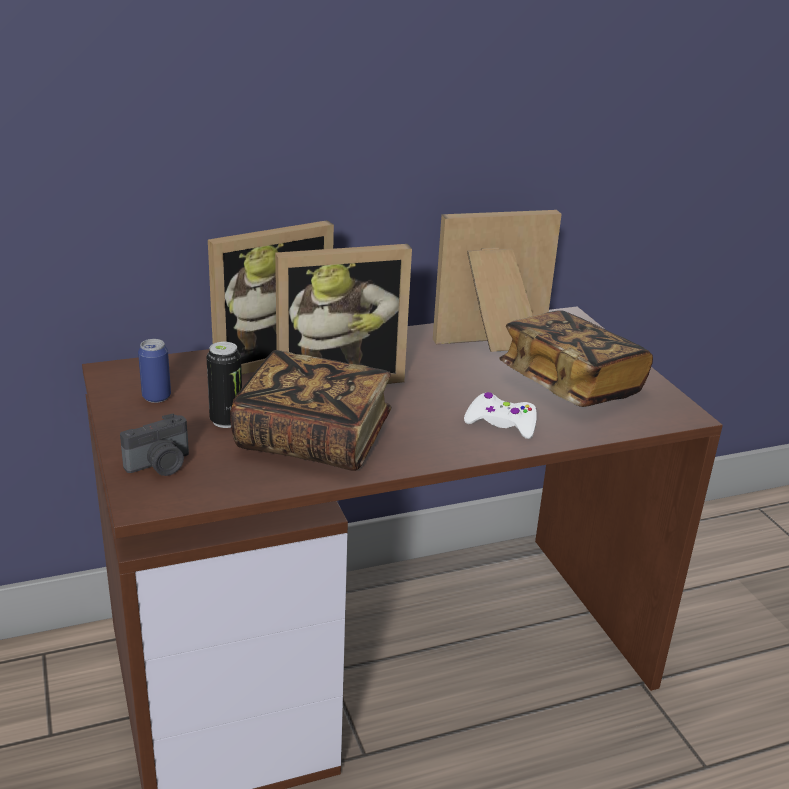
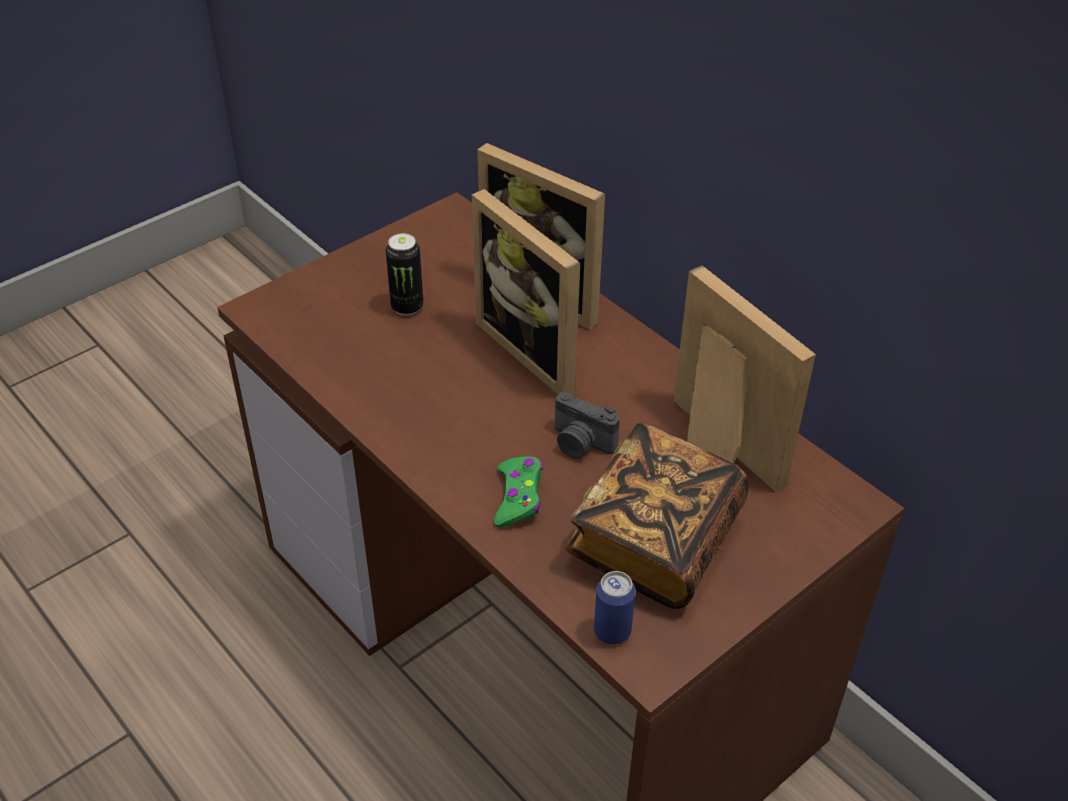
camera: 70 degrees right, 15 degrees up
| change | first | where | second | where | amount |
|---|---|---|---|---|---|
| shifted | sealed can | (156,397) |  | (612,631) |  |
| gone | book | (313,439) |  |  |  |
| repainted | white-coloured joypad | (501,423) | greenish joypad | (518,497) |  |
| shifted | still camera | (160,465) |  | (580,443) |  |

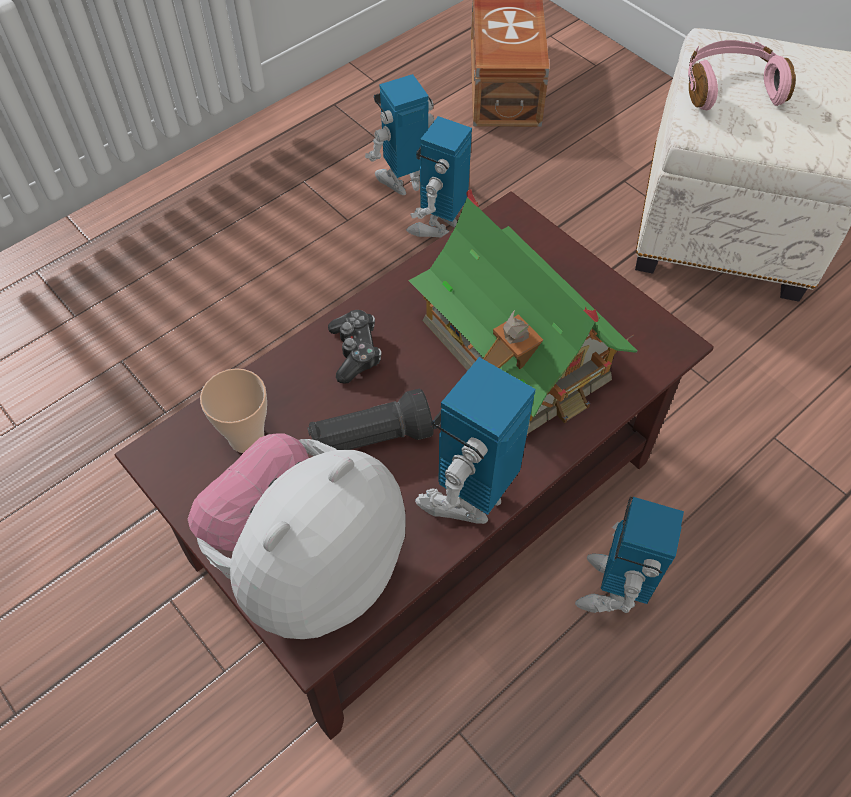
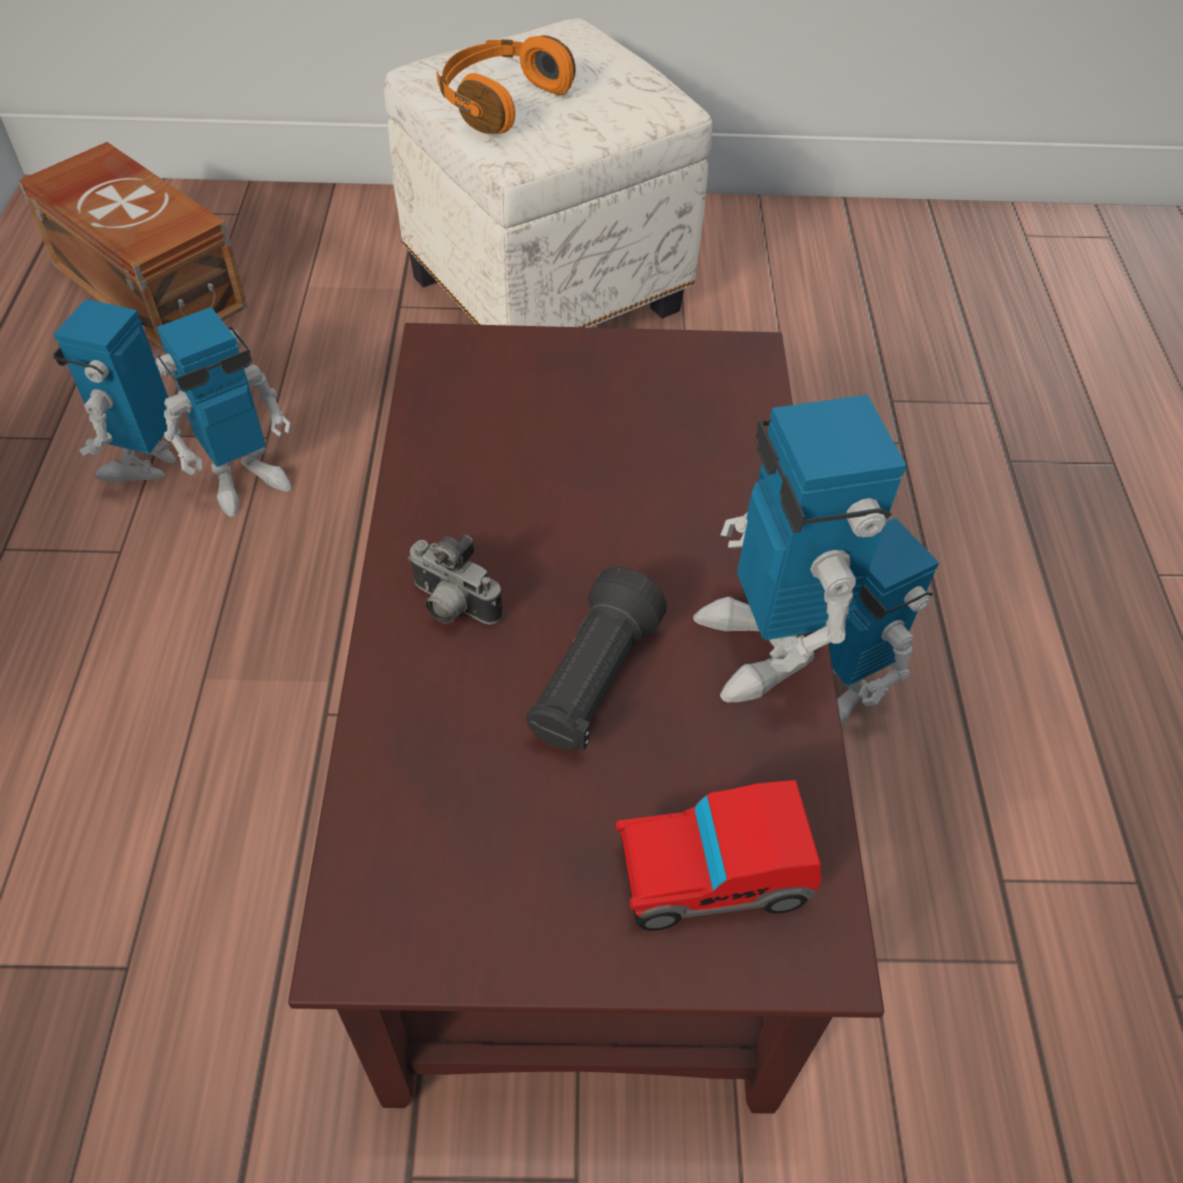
camera: 50 degrees left, 5 degrees down
| change | first | where | second | where | amount |
|---|---|---|---|---|---|
| repainted | pink-coloured headset | (730,88) | orange-coloured headset | (500,102) |  |
| rotated | robot figure | (438,225) |  | (245,480) | 105 degrees counterclockwise |
| gone | model house | (516,350) |  |  |  |
| swapped | joypad | (355,351) | still camera | (451,607) |  |
| gone | cup | (247,438) |  |  |  |
| swapped | cuddly toy | (309,566) | miniature car | (710,876) |  |

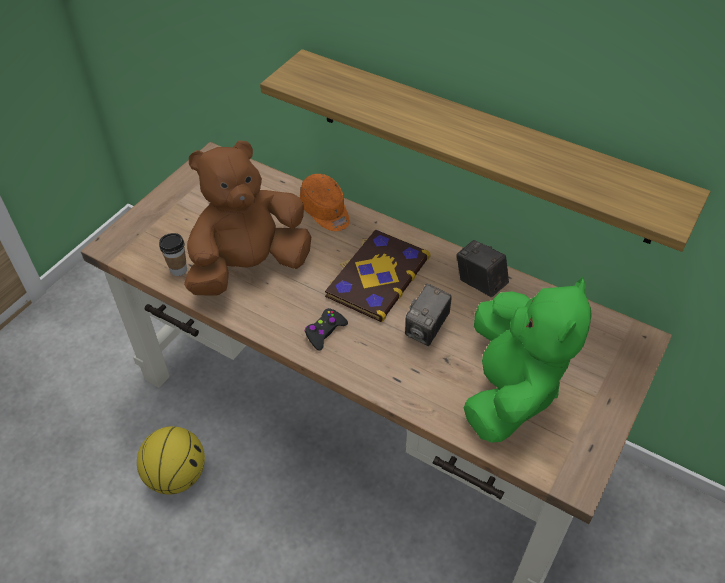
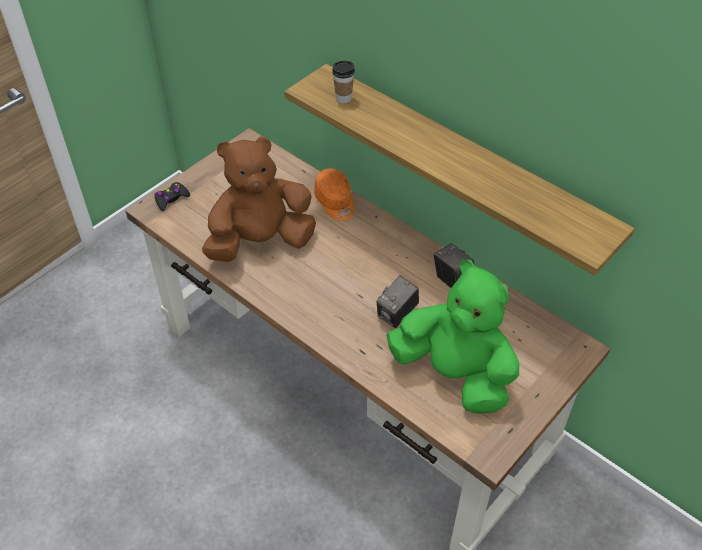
camera: 10 degrees right, 0 degrees up
| change | first | where | second | where | amount |
|---|---|---|---|---|---|
| gone | book | (377,276) |  |  |  |
| shifted | cup | (178,270) |  | (343,98) |  |
| rotated | greenish cuddly toy | (509,390) |  | (454,374) | 75 degrees counterclockwise |
| shifted | blackish joypad | (325,332) |  | (171,199) |  |
| gone | basketball ball | (177,475) |  |  |  |

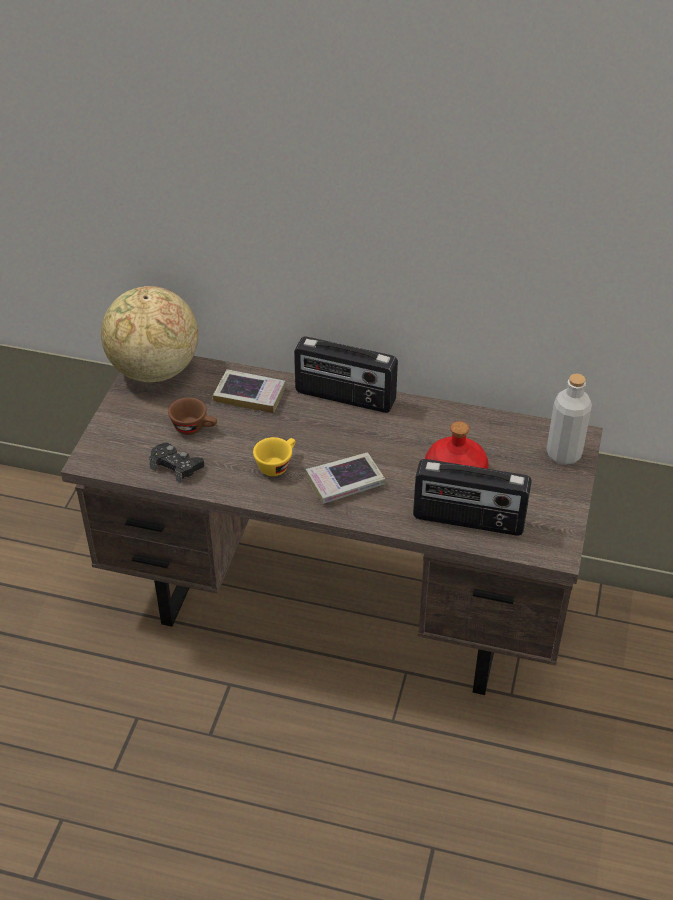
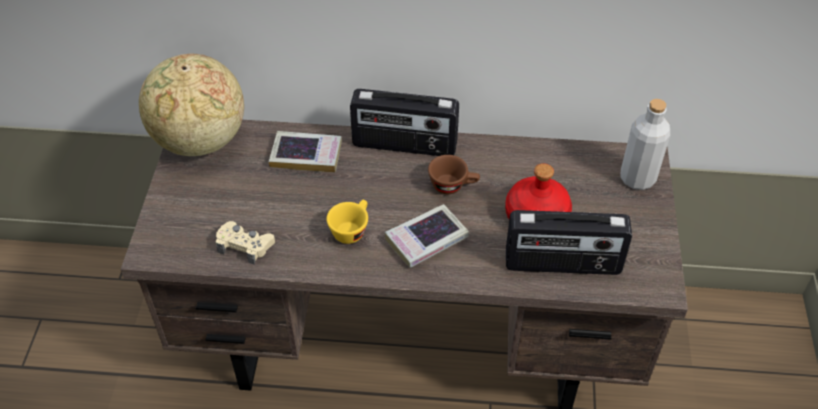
camera: 10 degrees left, 5 degrees up
| change | first | where | second | where | amount |
|---|---|---|---|---|---|
| shifted | brownish cup | (194,428) |  | (453,185) |  |
| repainted | blackish joypad | (176,466) | beige-coloured joypad | (245,245) |  |

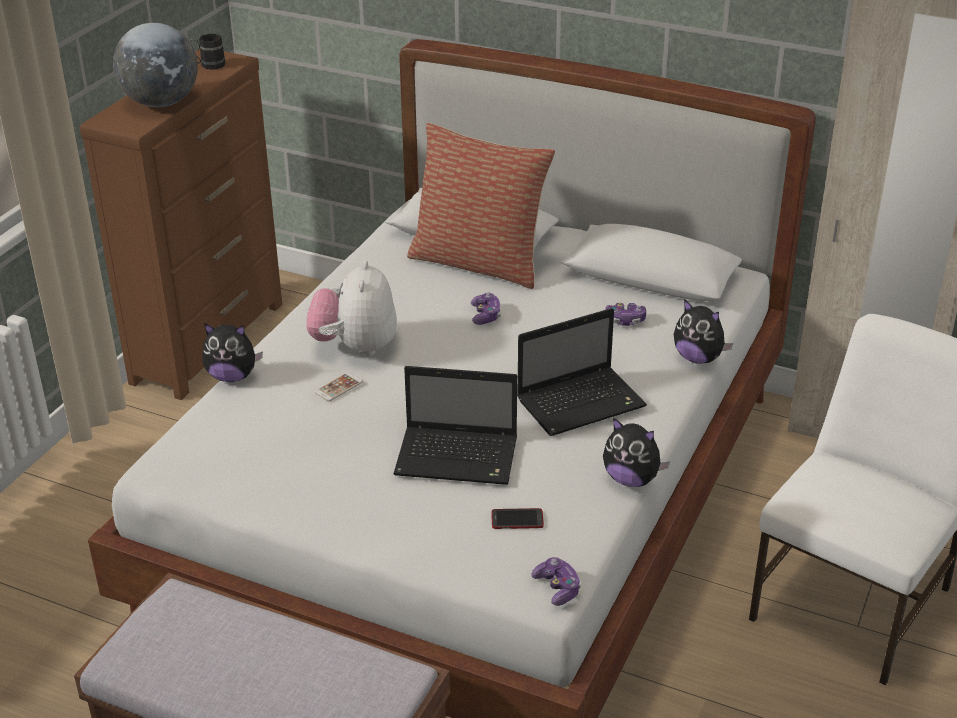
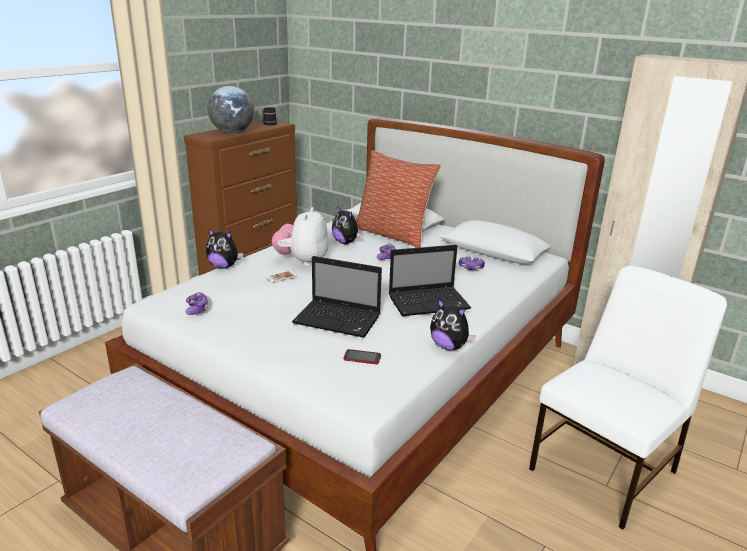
camera: 10 degrees right, 10 degrees down
| change | first | where | second | where | amount |
|---|---|---|---|---|---|
| shifted | cuddly toy | (698,358) |  | (346,242) |  |
| shifted | joypad | (557,588) |  | (197,309) |  |

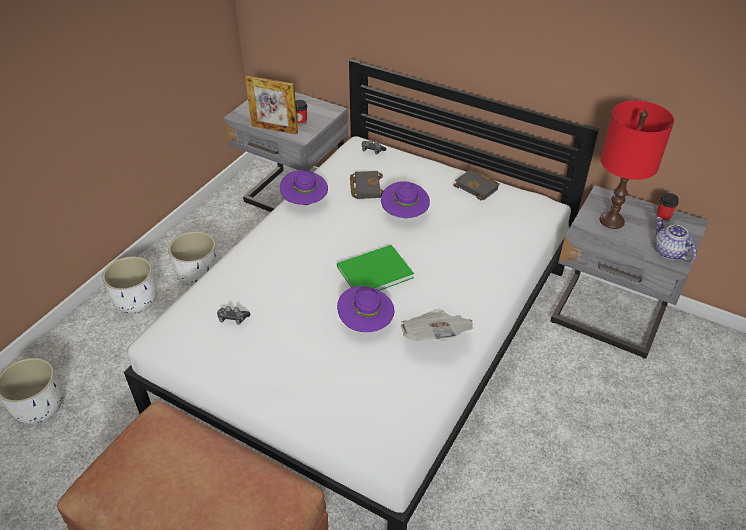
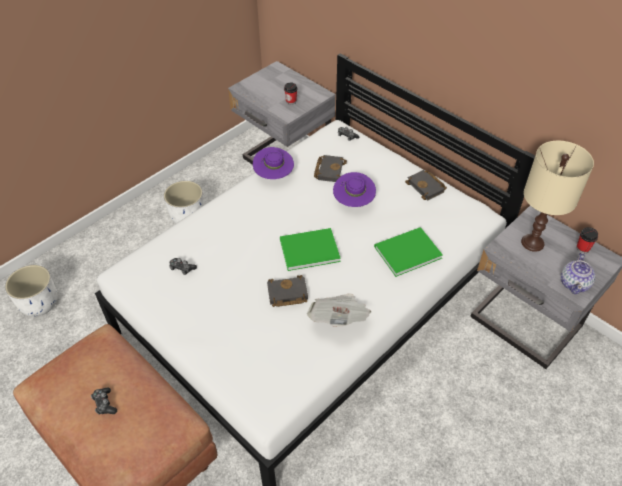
camera: 15 degrees right, 5 degrees up
| change | first | where | second | where | amount |
|---|---|---|---|---|---|
| gone | standing frame | (274,129) |  |  |  |
| repainted | reddish table lamp | (612,220) | beige-coloured table lamp | (533,243) |  |
| rotated | tea pot | (669,252) |  | (574,283) | 150 degrees counterclockwise |
| gone | white-coloured plant pot | (137,301) |  |  |  |
| swapped | purplish clothing hat | (366,323) | blackish book | (286,294) |  |
| new |  |  | greenish book | (405,252) |  |
| new |  |  | joypad | (104,404) |  |

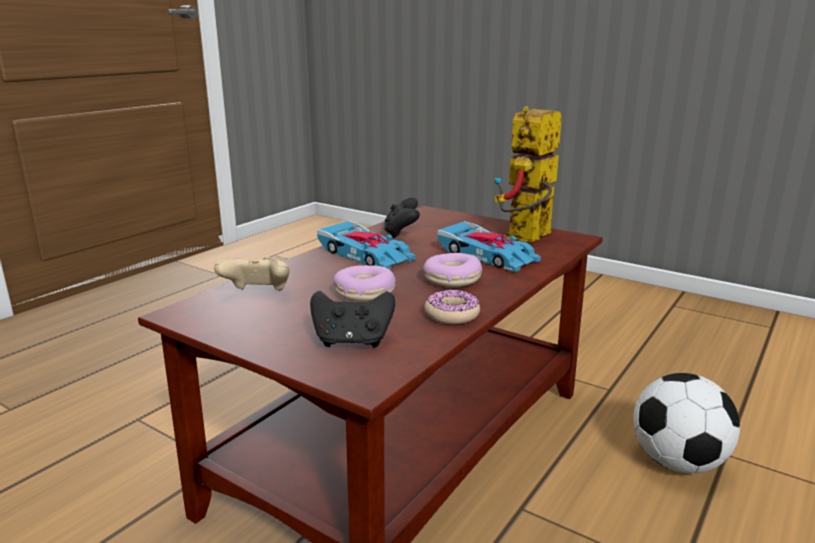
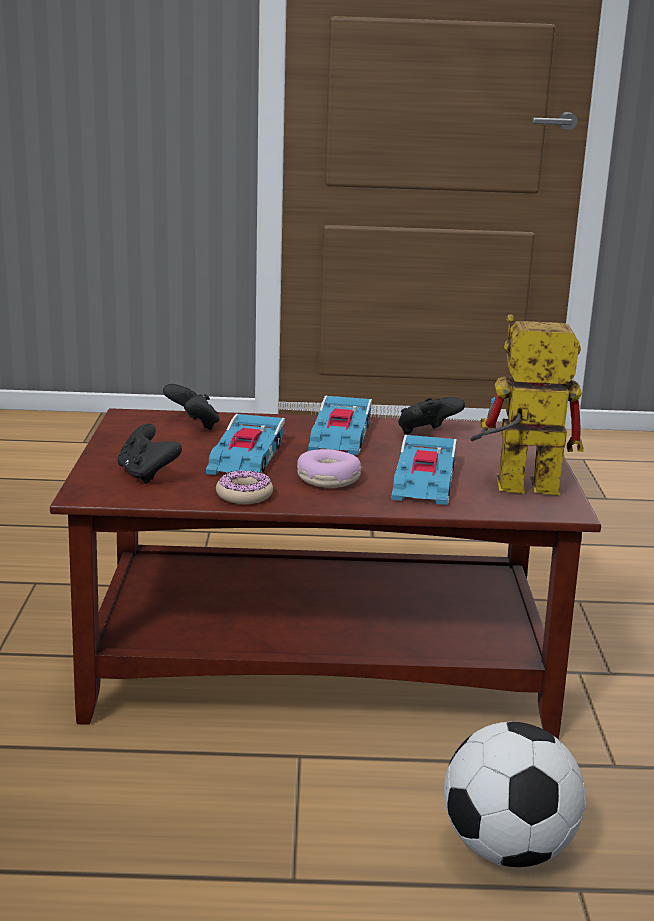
camera: 55 degrees right, 0 degrees up
| change | first | where | second | where | amount |
|---|---|---|---|---|---|
| repainted | beige-coloured joypad | (257,294) | blackish joypad | (193,425) |  |
| swapped | ring doughnut | (365,293) | miniature car | (246,457) |  |

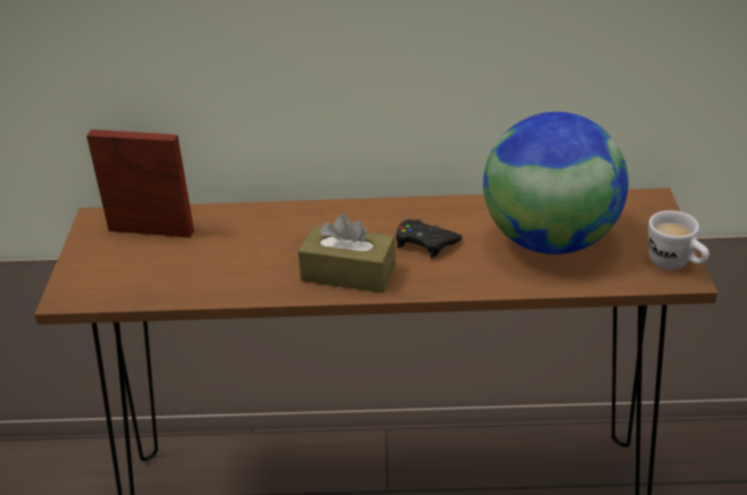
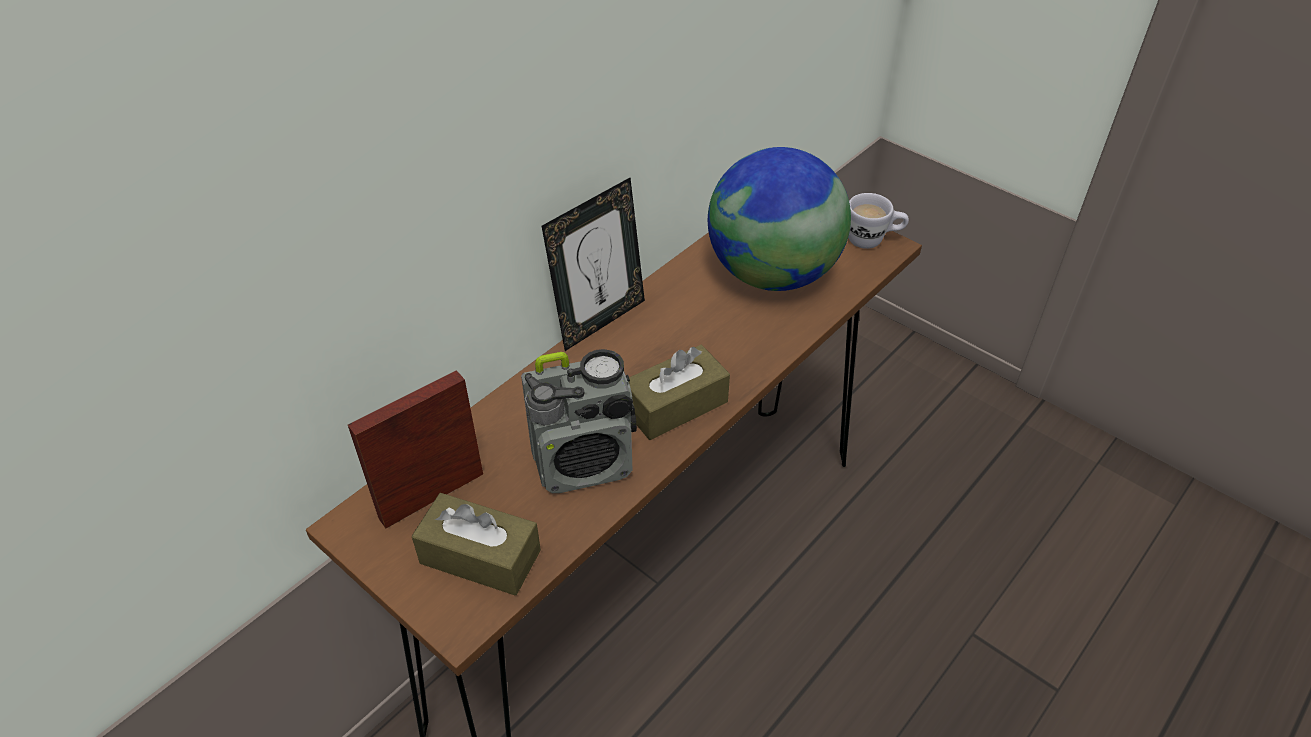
camera: 50 degrees left, 10 degrees up
| change | first | where | second | where | amount |
|---|---|---|---|---|---|
| gone | blackish joypad | (425,243) |  |  |  |
| new |  |  | standing frame | (599,321) |  |
| new |  |  | radio | (585,464) |  |
| new |  |  | brownish tissue box | (480,557) |  |

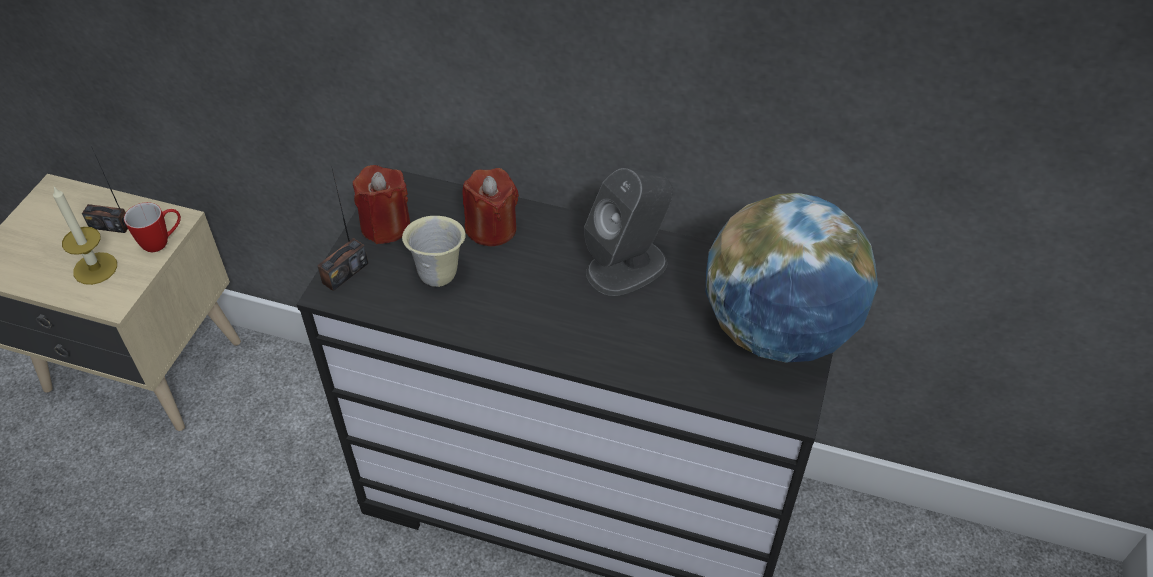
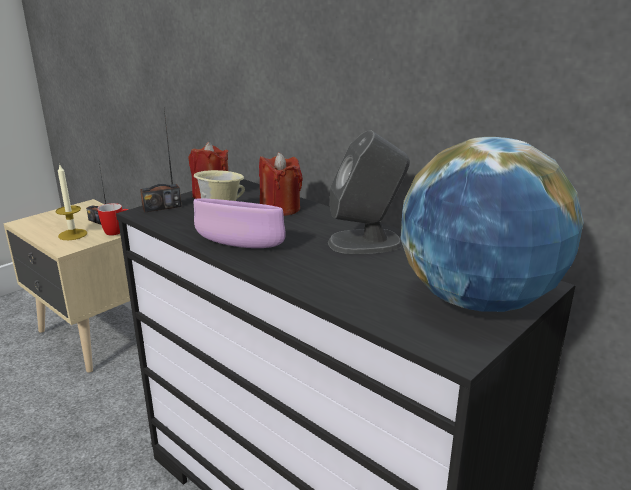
camera: 25 degrees right, 25 degrees down
| change | first | where | second | where | amount |
|---|---|---|---|---|---|
| new |  |  | purplish deep dish | (239,245) |  |

